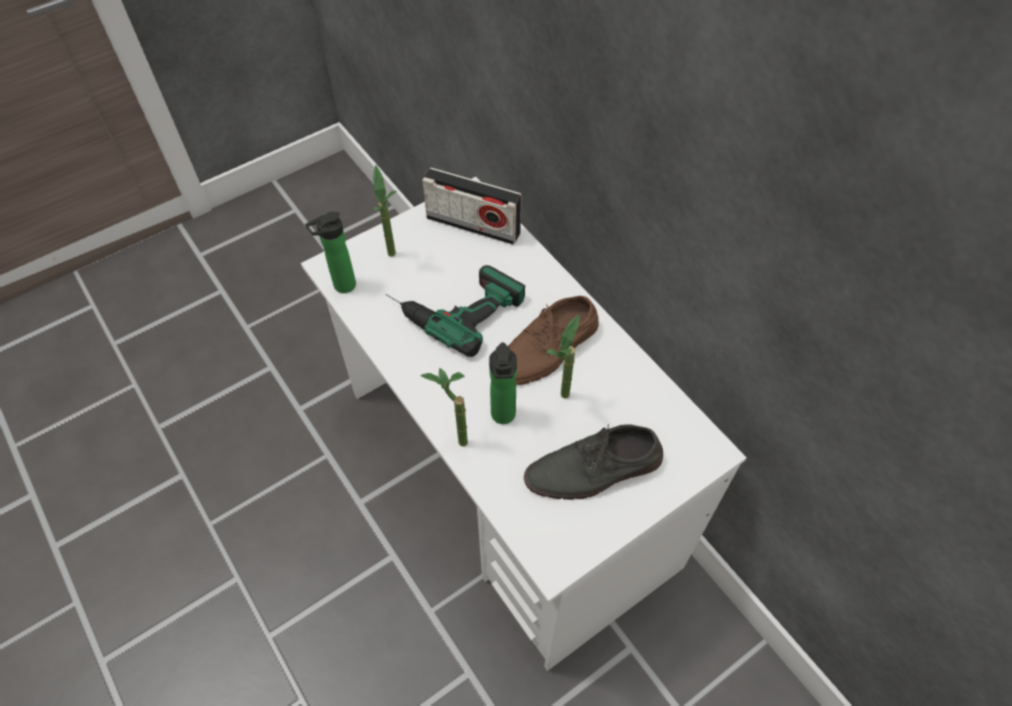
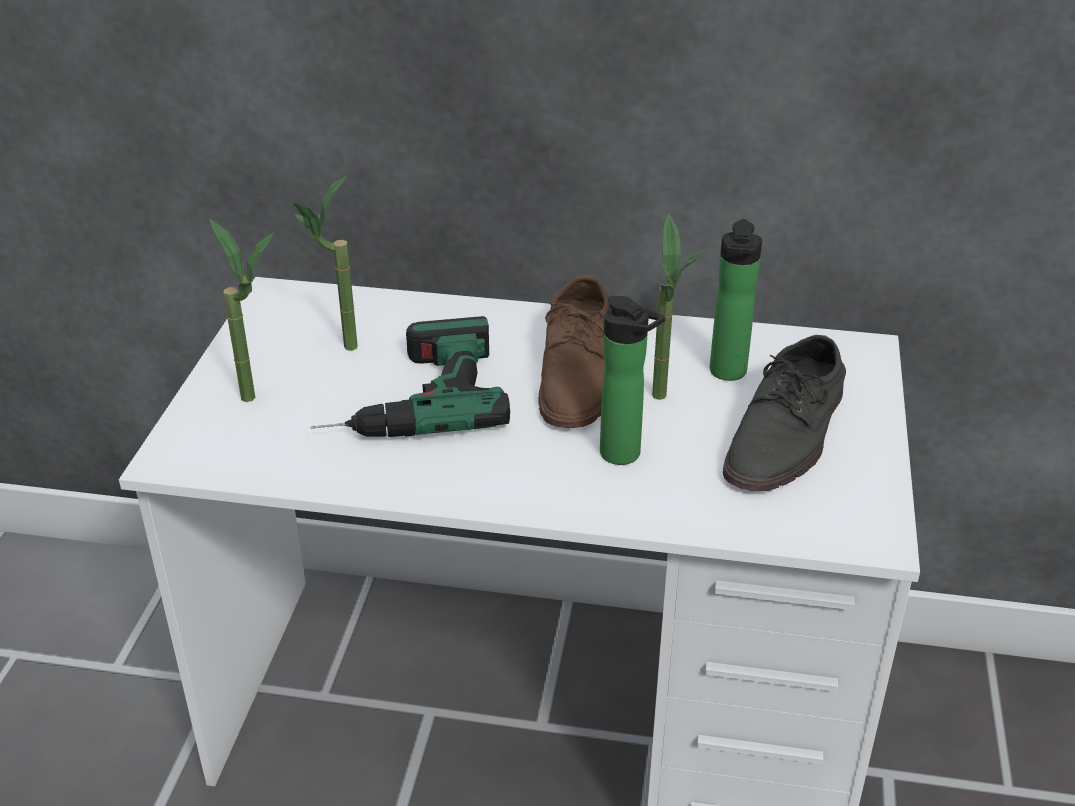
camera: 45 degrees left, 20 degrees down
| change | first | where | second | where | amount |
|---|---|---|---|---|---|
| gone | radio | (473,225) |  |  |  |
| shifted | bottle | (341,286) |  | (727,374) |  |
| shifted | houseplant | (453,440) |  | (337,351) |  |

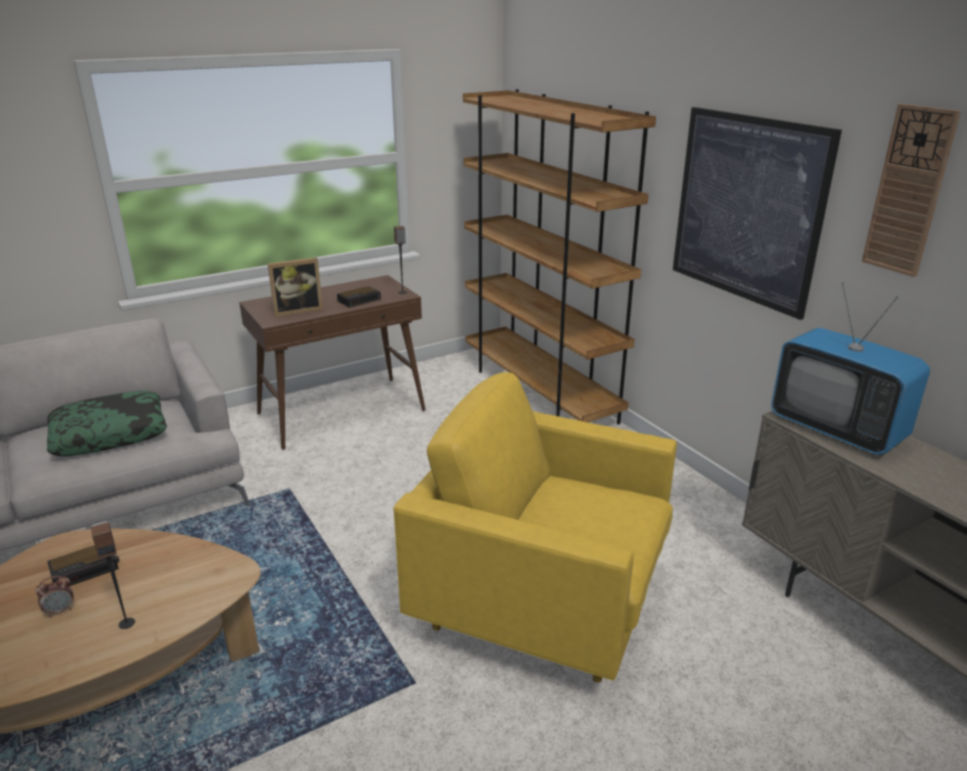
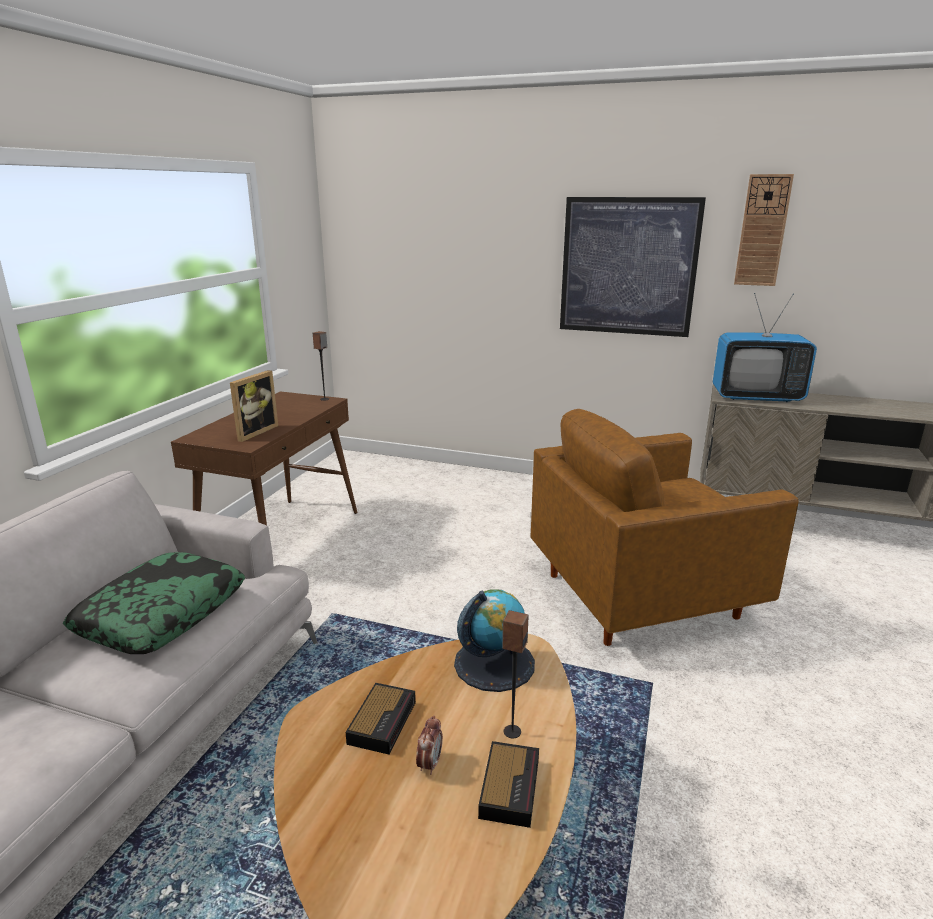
camera: 40 degrees left, 5 degrees down
| change | first | where | second | where | amount |
|---|---|---|---|---|---|
| gone | brownish shelving unit | (539,392) |  |  |  |
| shifted | bedside clock | (360,300) |  | (510,786) |  |
| repainted | yellow-coloured easy chair | (542,604) | brownish easy chair | (642,595) |  |
| new |  |  | world globe | (494,663) |  |

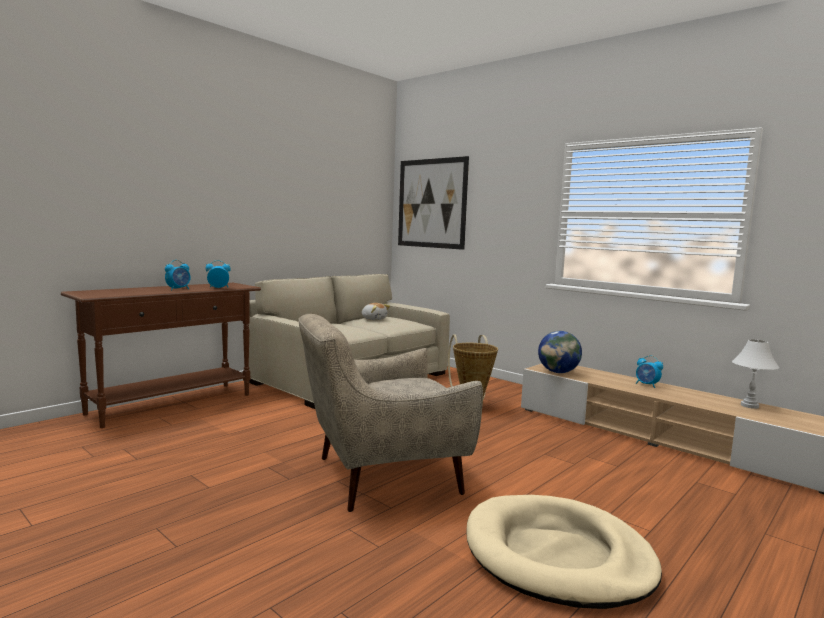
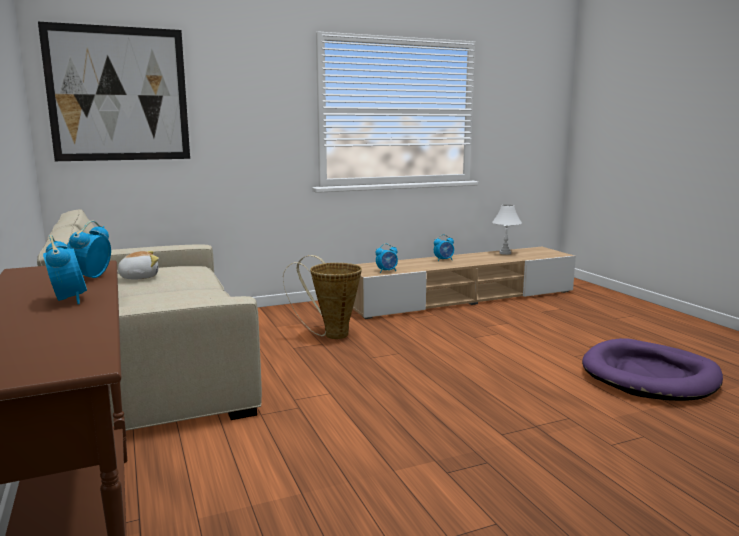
camera: 65 degrees left, 5 degrees up
| change | first | where | second | where | amount |
|---|---|---|---|---|---|
| gone | beige-coloured easy chair | (379,476) |  |  |  |
| swapped | world globe | (558,372) | bedside clock | (387,271) |  |
| repainted | beige-coloured pet bed | (557,556) | purplish pet bed | (650,376) |  |

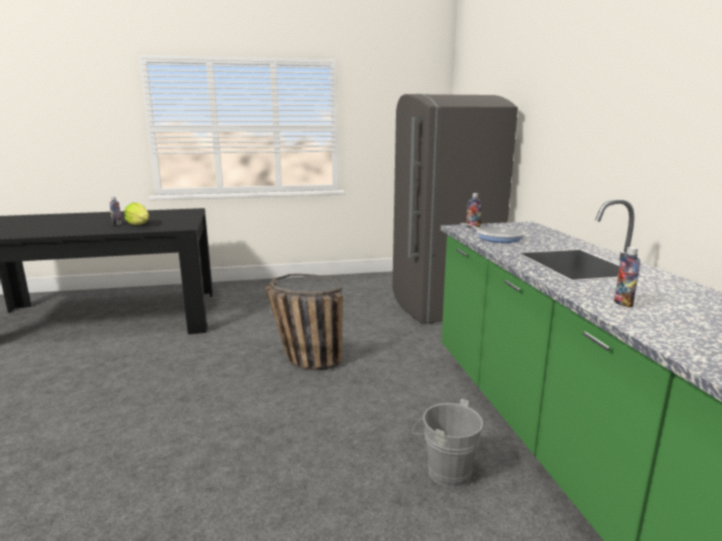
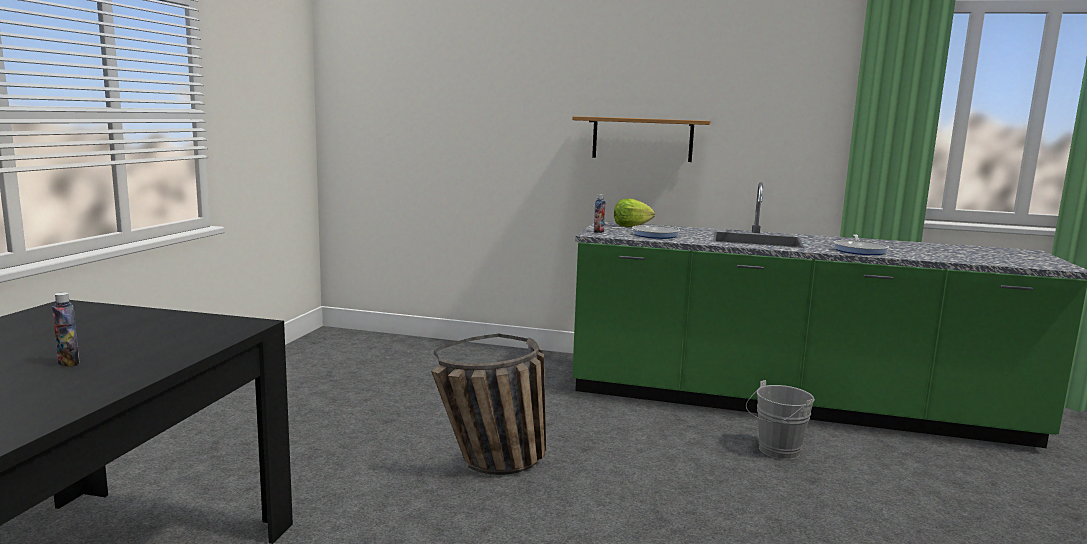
camera: 65 degrees left, 5 degrees down
| change | first | where | second | where | amount |
|---|---|---|---|---|---|
| gone | gray fridge | (440,304) |  |  |  |
| shifted | lettuce head | (139,224) |  | (631,226) |  |
| swapped | bottle | (623,303) | skillet | (860,250) |  |
| new |  |  | shelf | (642,139) |  |

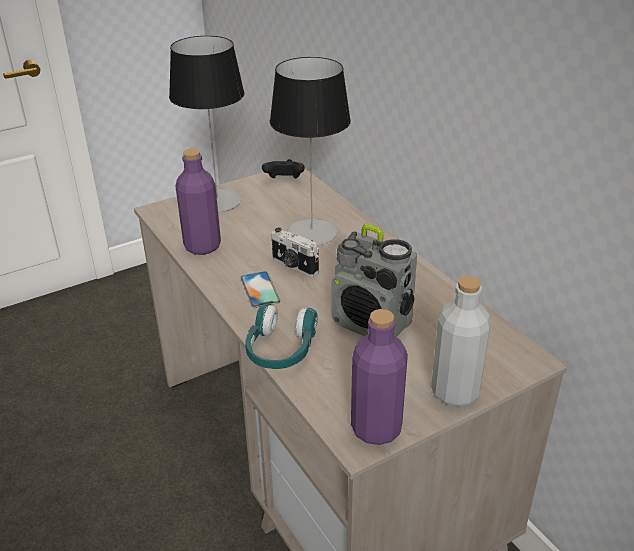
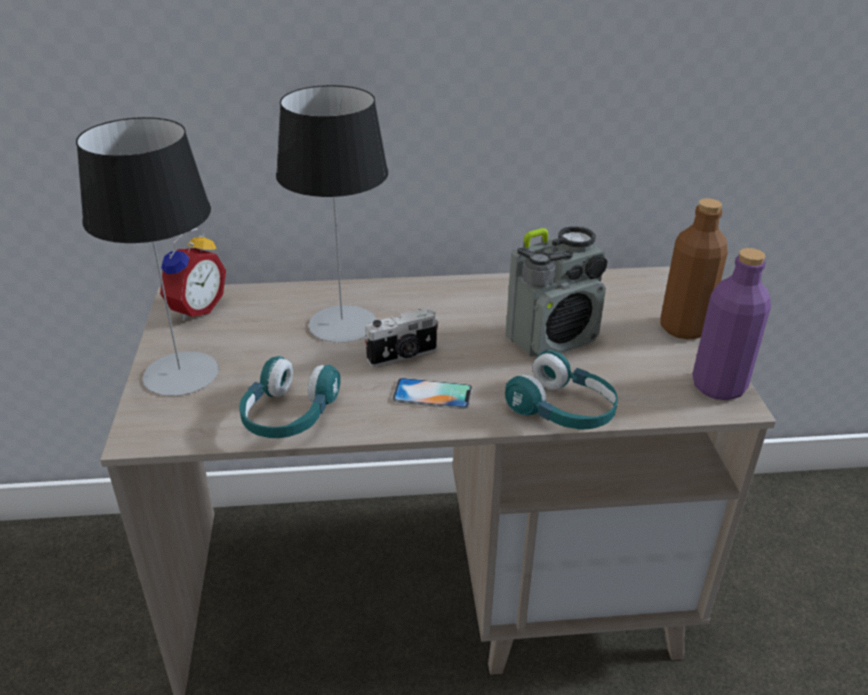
camera: 65 degrees left, 0 degrees up
| change | first | where | second | where | amount |
|---|---|---|---|---|---|
| swapped | purplish bottle | (202,246) | turquoise headset | (288,415) |  |
| swapped | blackish joypad | (284,181) | bedside clock | (195,309) |  |
| repainted | gray bottle | (455,392) | brownish bottle | (683,328) |  |

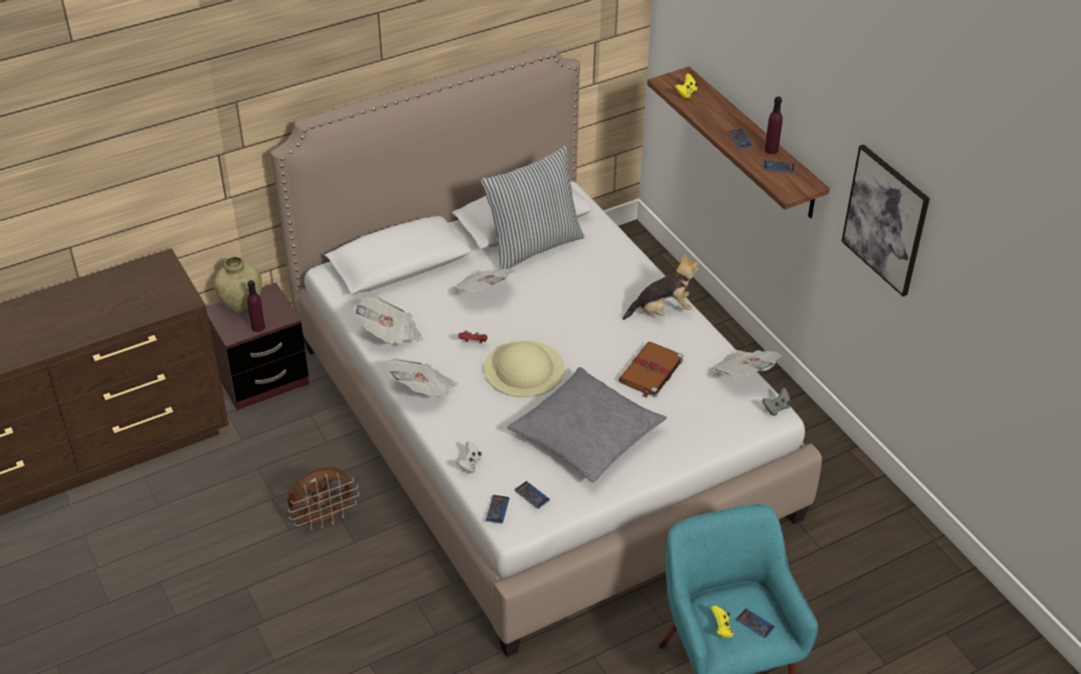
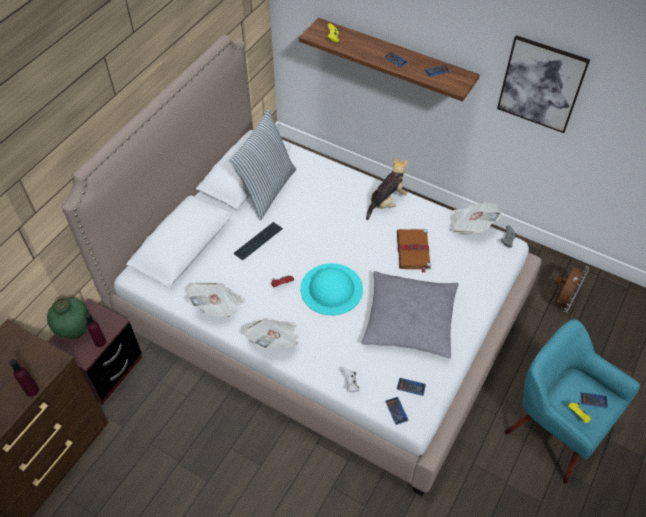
camera: 30 degrees left, 10 degrees up
| change | first | where | second | where | amount |
|---|---|---|---|---|---|
| shifted | purplish bottle | (771,150) |  | (32,390) |  |
| repainted | beige-coloured flower vase | (242,306) | greenish flower vase | (75,330) |  |
| swapped | daily paper | (482,292) | keyboard | (258,241) |  |
| repainted | beige-coloured clothing hat | (524,368) | turquoise clothing hat | (331,289) |  |
| shifted | brownish electric fan | (324,519) |  | (563,300) |  |

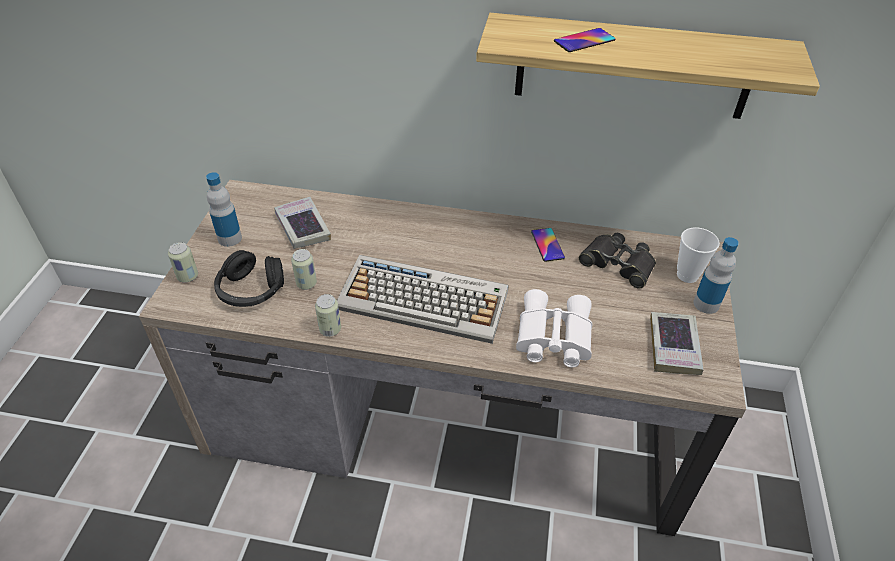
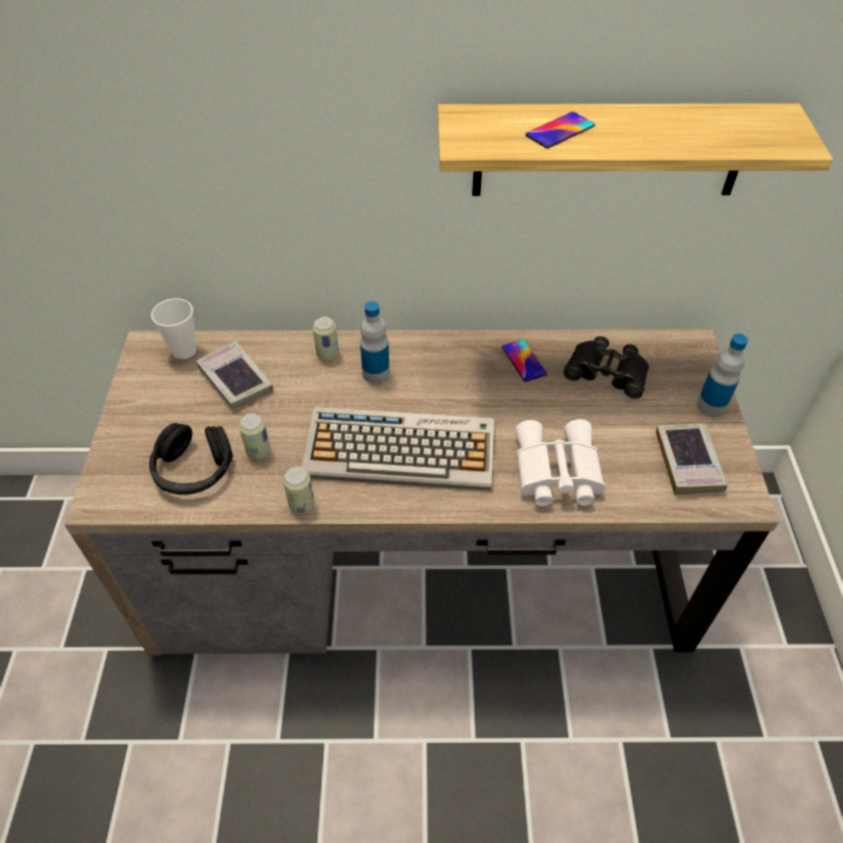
camera: 10 degrees left, 5 degrees up
| change | first | where | second | where | amount |
|---|---|---|---|---|---|
| shifted | bottle | (230,238) |  | (376,373) |  |
| shifted | cup | (687,275) |  | (184,351) |  |
| shifted | sealed can | (188,277) |  | (327,354) |  |

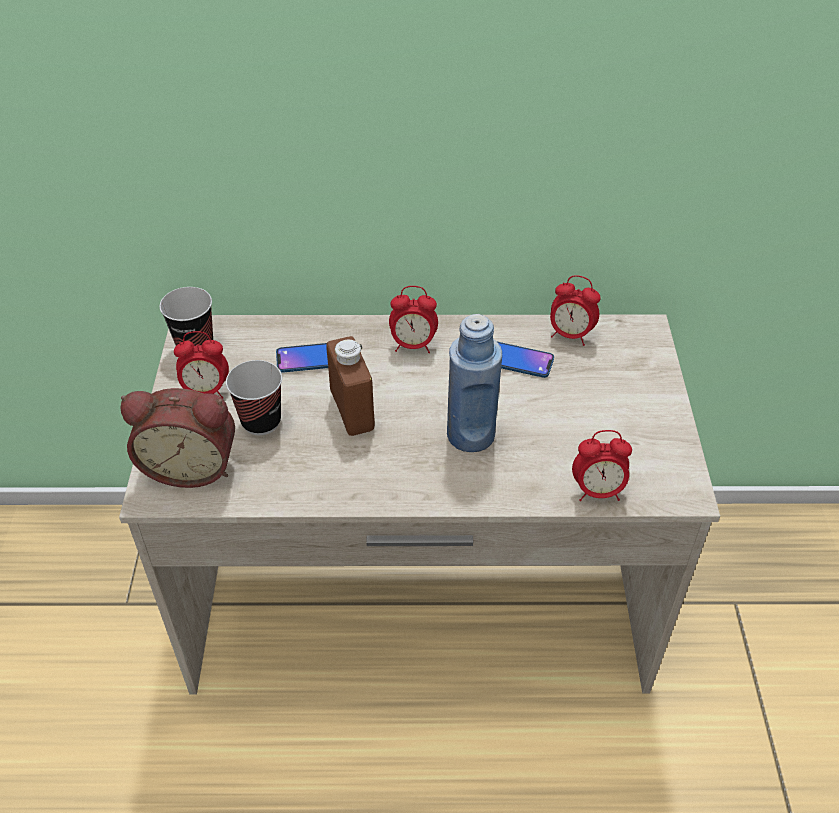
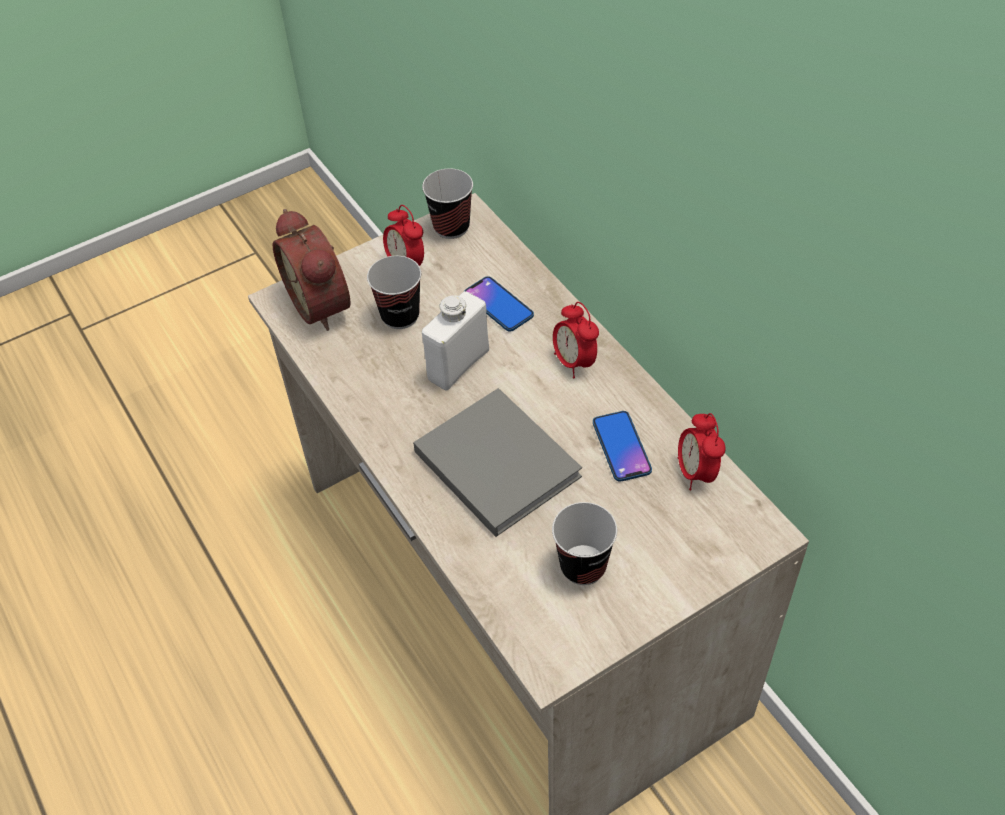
camera: 60 degrees right, 5 degrees up
| change | first | where | second | where | amount |
|---|---|---|---|---|---|
| swapped | blue bottle | (470,435) | gray book | (494,461) |  |
| repainted | brownish bottle | (352,410) | white-coloured bottle | (458,365) |  |
| gone | bedside clock | (597,491) |  |  |  |
| new |  |  | cup | (583,566) |  |

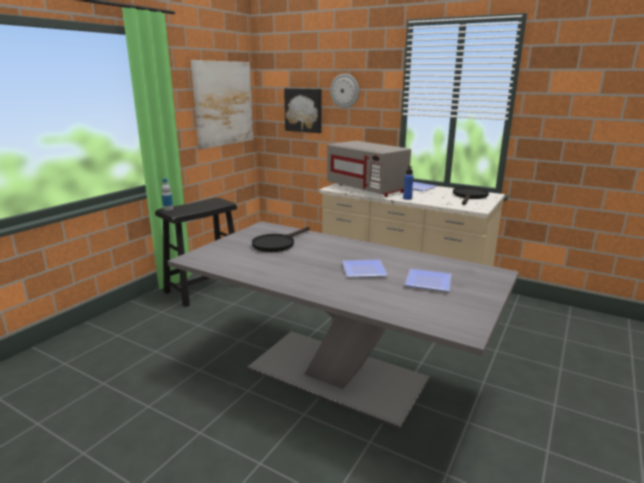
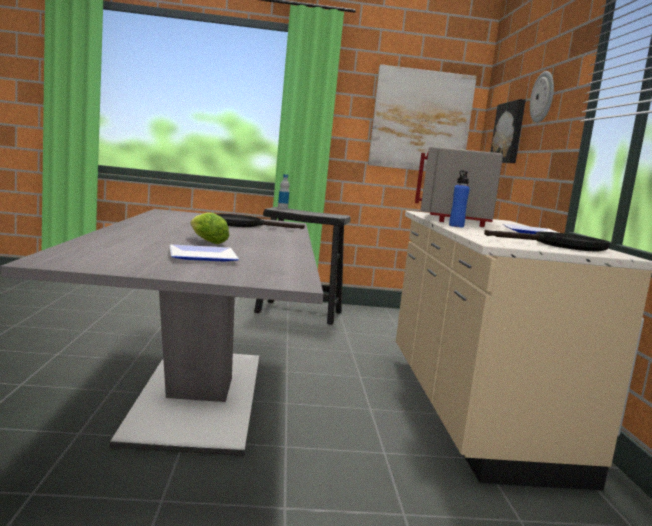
camera: 55 degrees right, 10 degrees down
| change | first | where | second | where | amount |
|---|---|---|---|---|---|
| swapped | flat dish | (365,271) | lettuce head | (206,241) |  |

